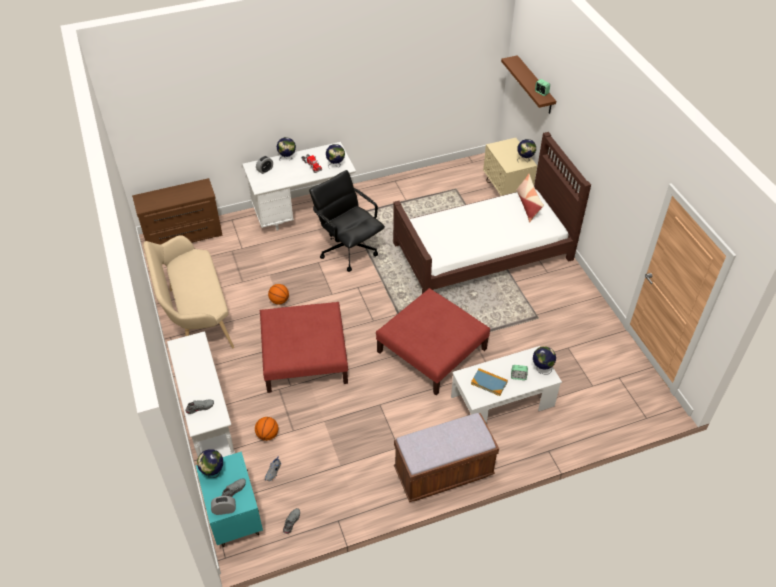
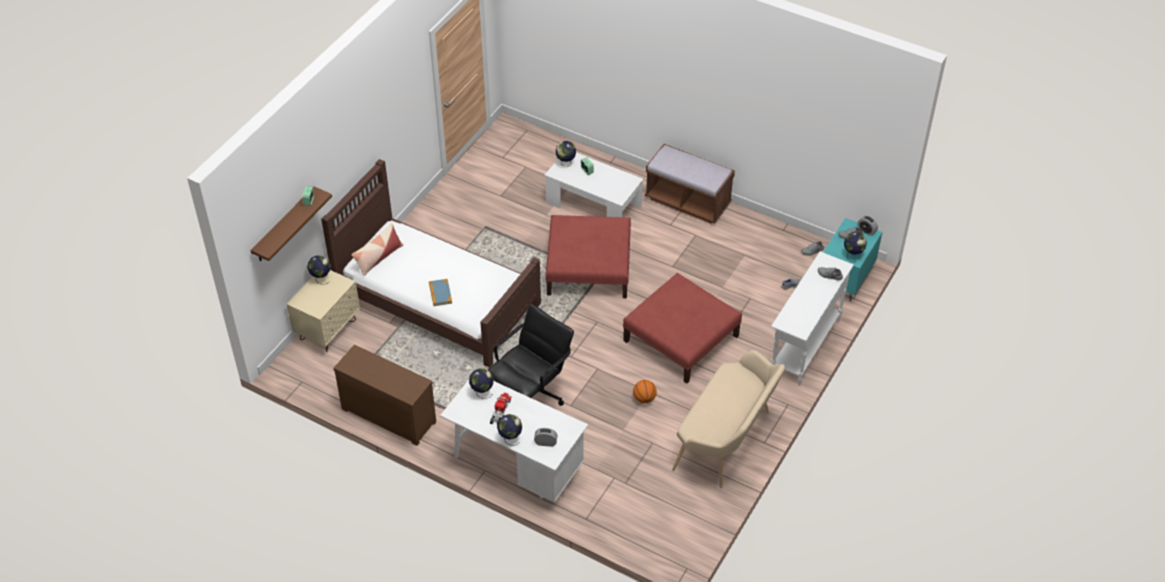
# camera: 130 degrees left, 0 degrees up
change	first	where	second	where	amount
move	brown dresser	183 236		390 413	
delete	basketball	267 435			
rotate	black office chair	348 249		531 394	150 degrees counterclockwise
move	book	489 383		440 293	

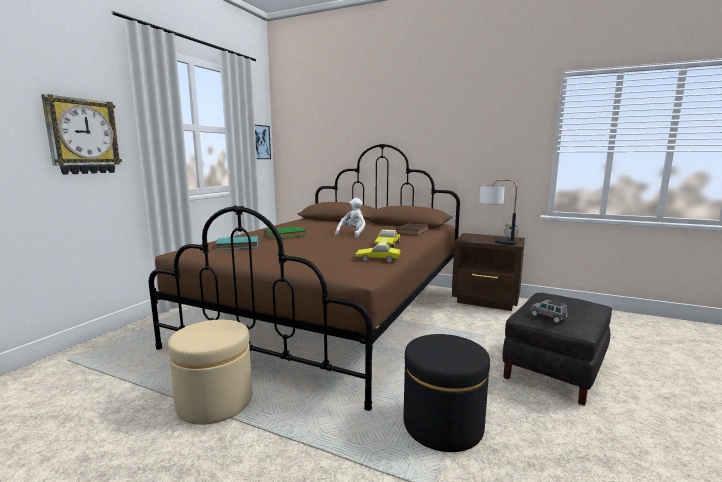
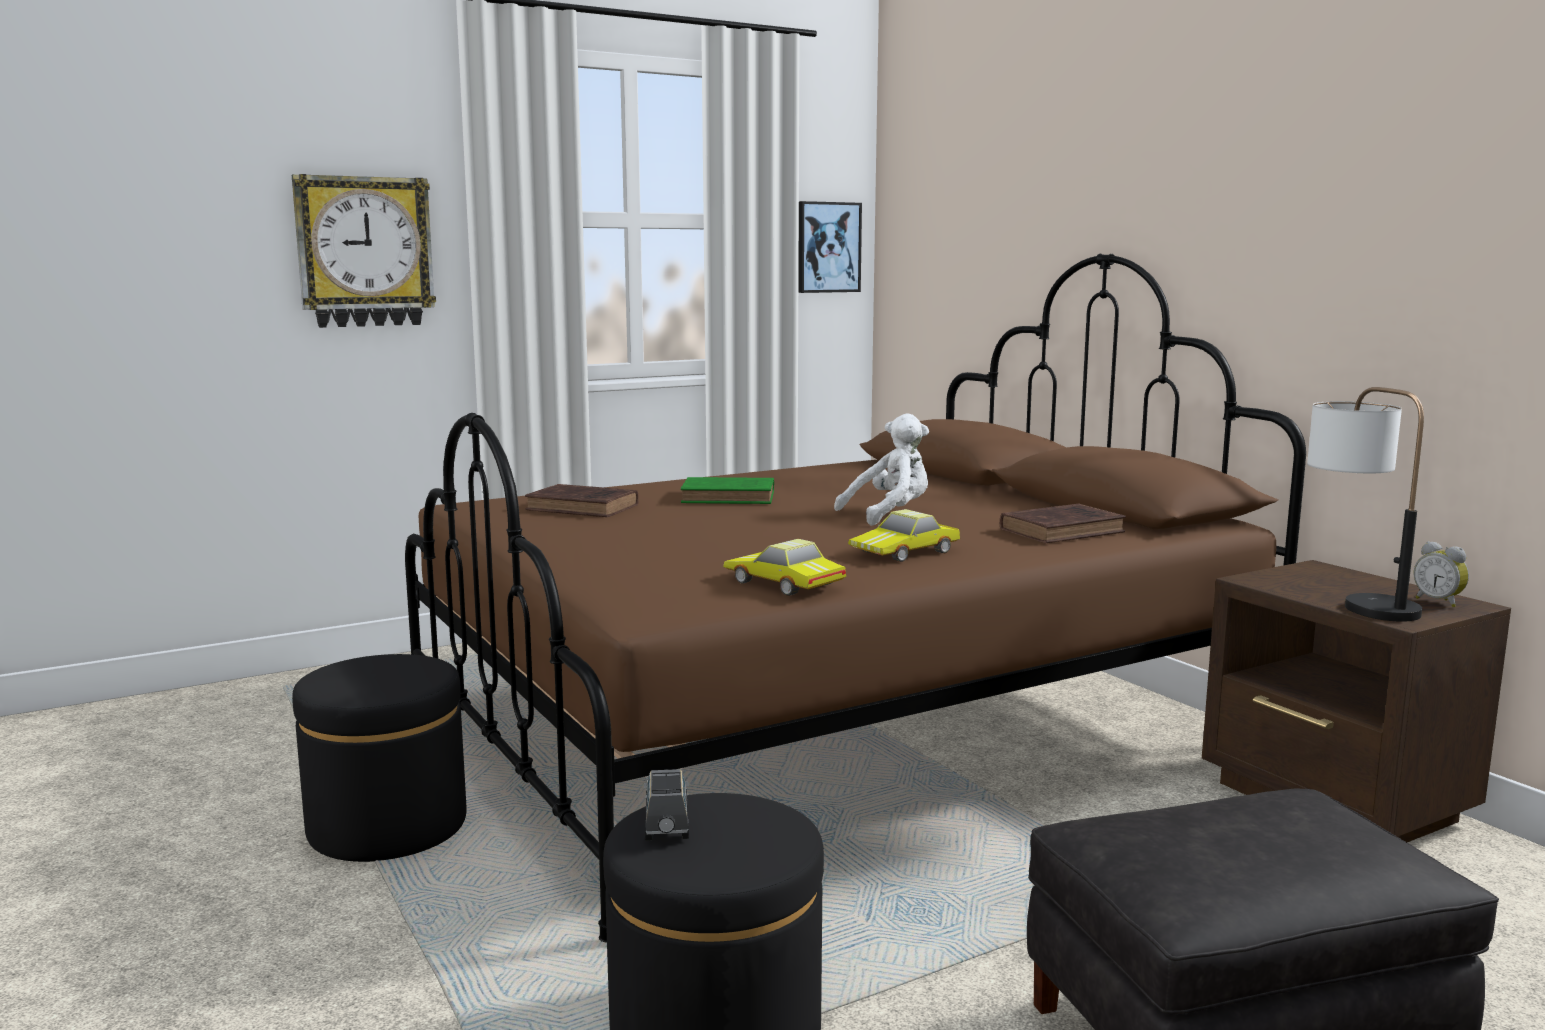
# camera: 35 degrees right, 0 degrees up
change	first	where	second	where	amount
recolor	beige ottoman	215 402	black ottoman	387 826	
recolor	turquoise book	239 246	brown book	585 508	
move	grey toy car	548 317		667 823	

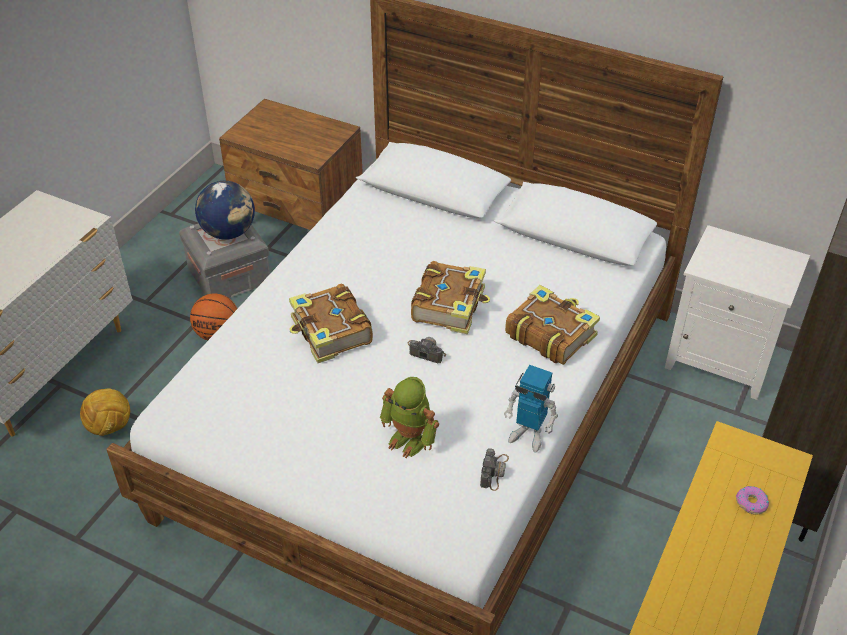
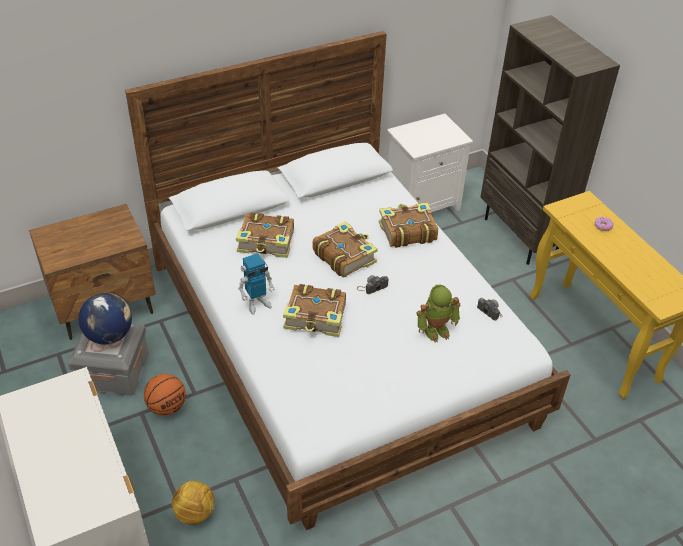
# camera: 55 degrees left, 0 degrees up
change	first	where	second	where	amount
move	toy robot	528 435		257 303	
insert			book	267 242	

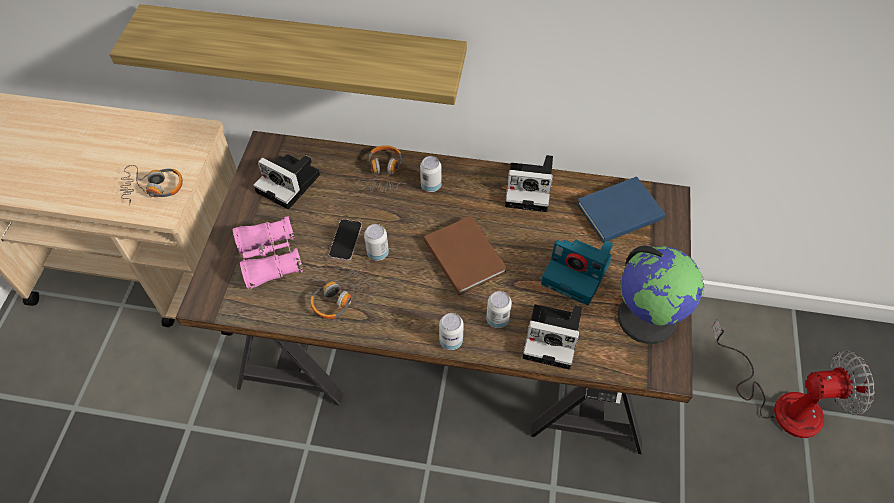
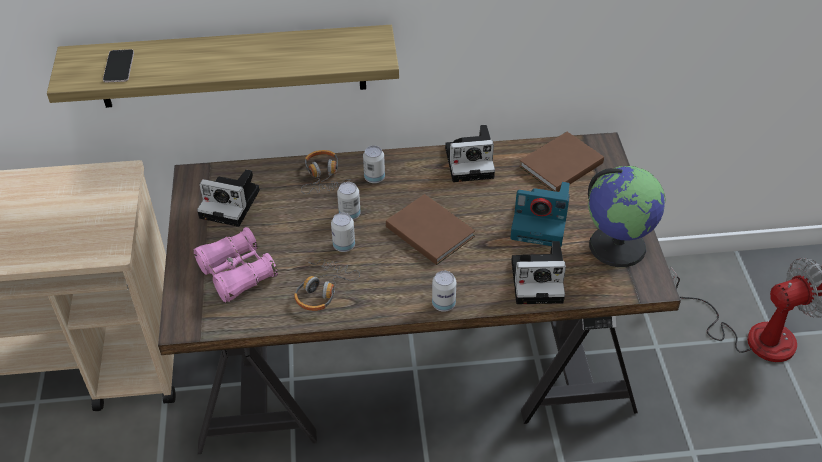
# camera: 15 degrees left, 10 degrees down
change	first	where	second	where	amount
delete	headphones	153 188			
move	phone	345 240		119 66	
move	can	497 319		349 214	
recolor	blue book	617 211	brown book	558 165	

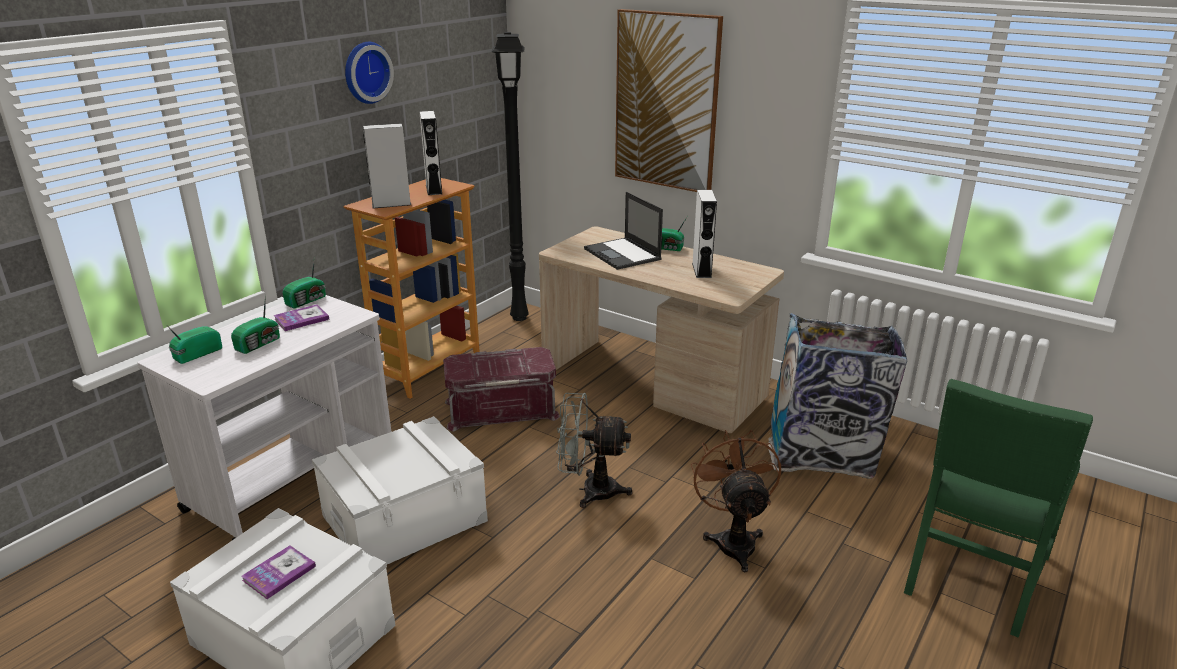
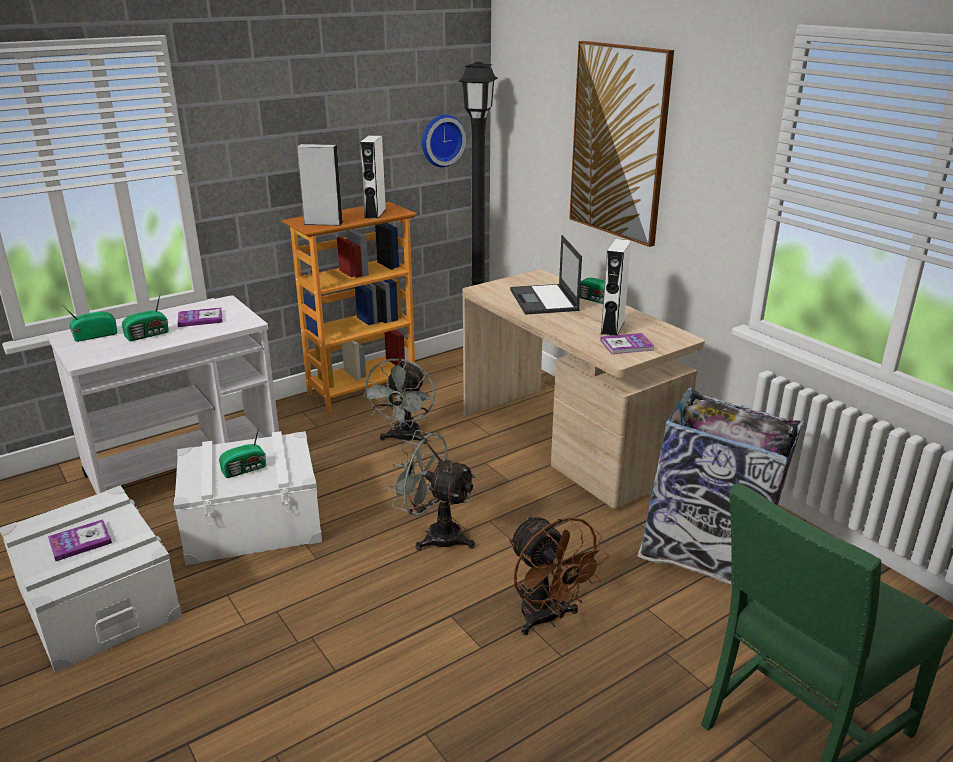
# camera: 20 degrees right, 0 degrees up
change	first	where	second	where	amount
move	radio	307 301		245 469	
move	wall clock	365 72		441 140	
replace	red storage box	501 408	grey fan	404 439	
rotate	brown fan	733 540		547 619	135 degrees clockwise
insert			book	627 345	

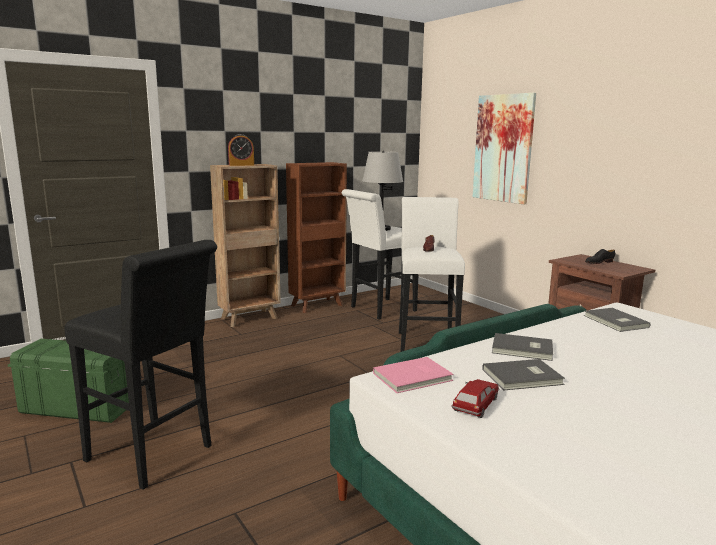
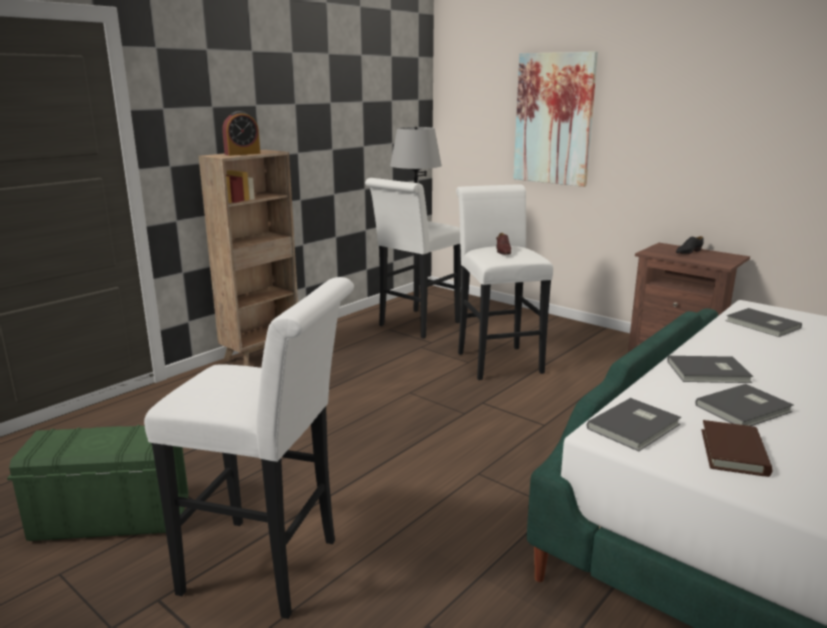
# camera: 15 degrees left, 5 degrees up
change	first	where	second	where	amount
recolor	black stool	155 456	white stool	271 568	
delete	brown bookcase	318 305			
recolor	pink book	414 377	grey book	636 427	
replace	toy car	476 404	brown book	734 452	

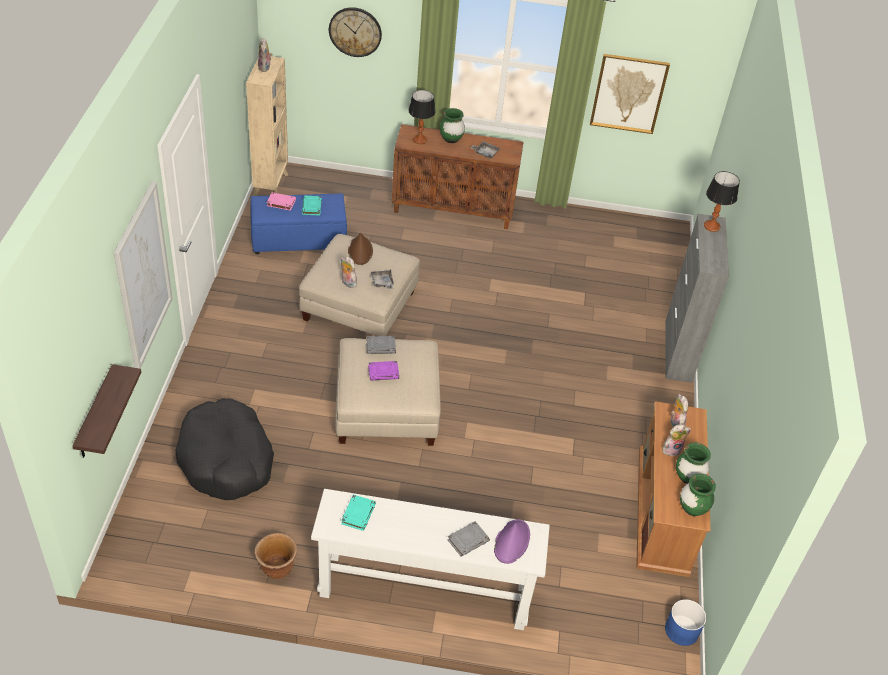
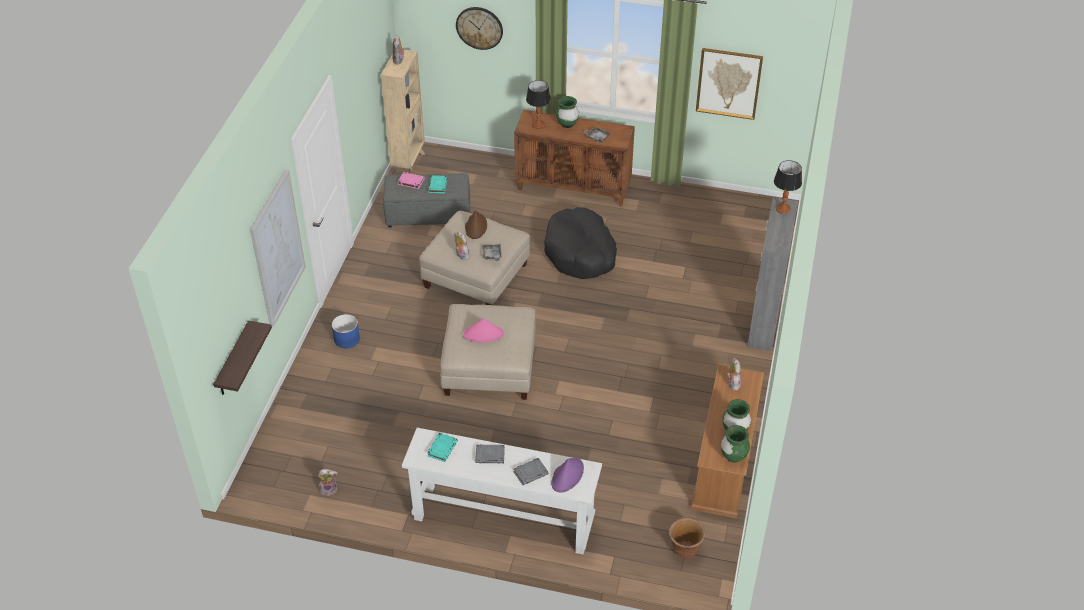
# camera: 10 degrees right, 0 degrees up
change	first	where	second	where	amount
move	black dog bed	226 459		580 253	
recolor	blue ottoman	298 240	grey ottoman	427 215	
move	brown planter	277 569		685 549	
move	grey book	381 347		490 455	
replace	purple book	384 372	pink hat	483 334	
move	plush toy	672 449		329 489	
move	blue planter	682 630		347 339	

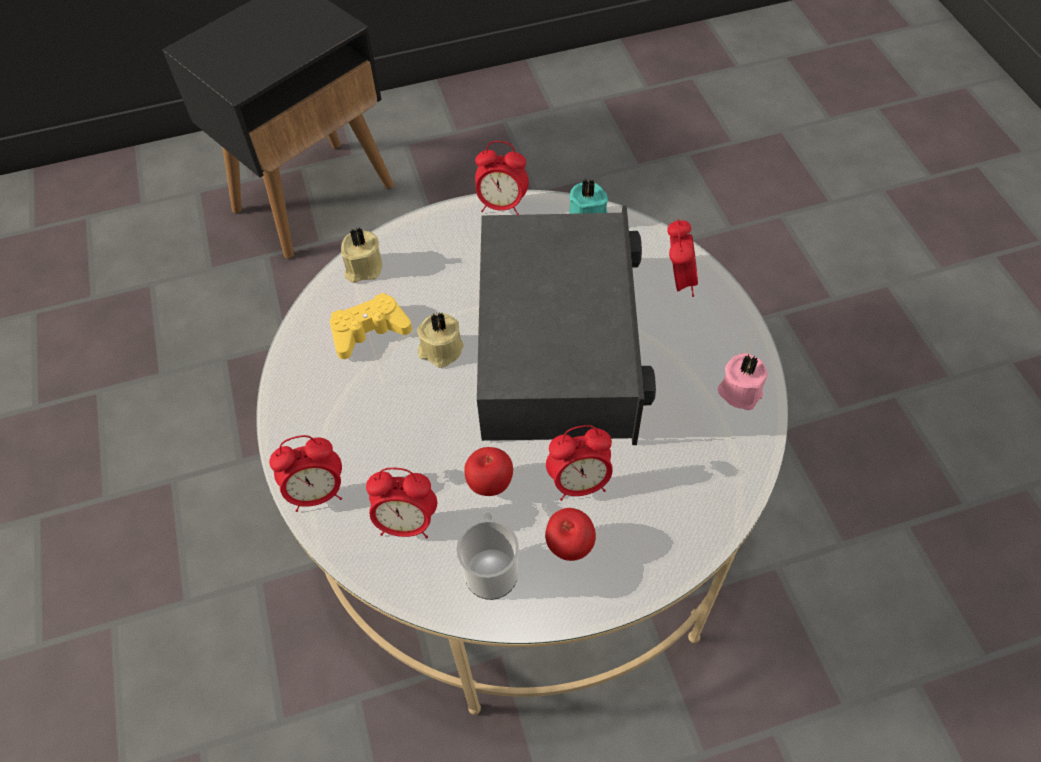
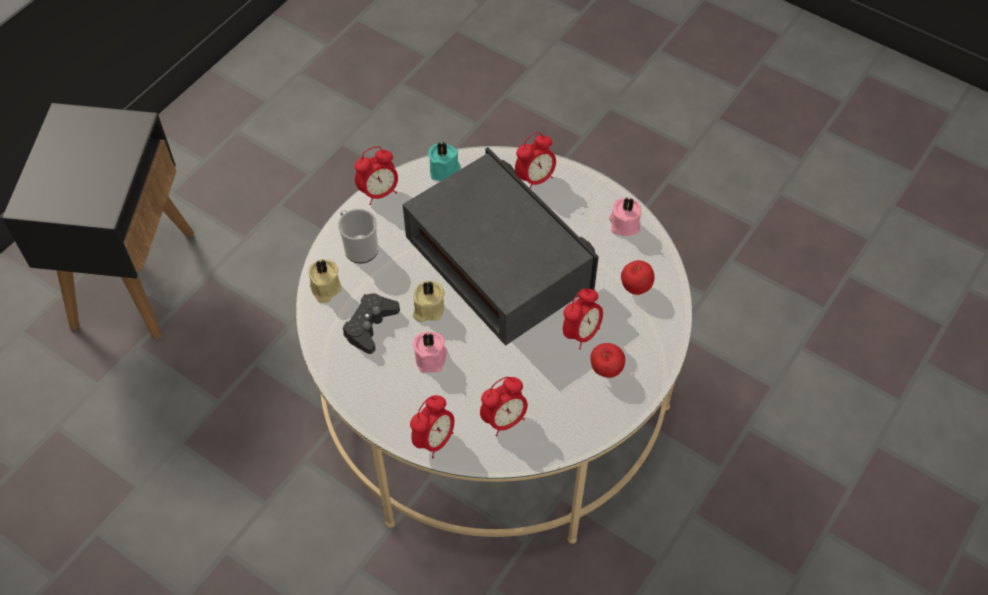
# camera: 40 degrees left, 0 degrees up
change	first	where	second	where	amount
recolor	yellow game controller	369 331	black game controller	370 326	
move	mug	491 568		358 247	
move	apple	490 483		635 287	
rotate	alarm clock	678 282		535 179	90 degrees clockwise
insert			pink candle	432 358	

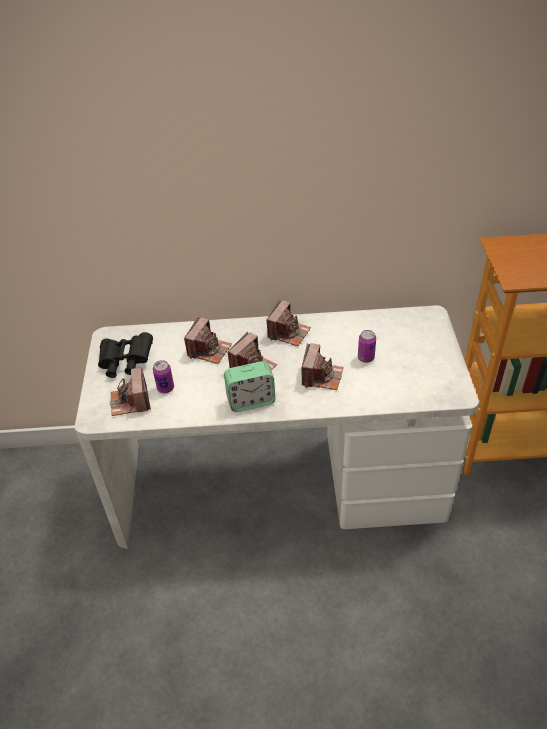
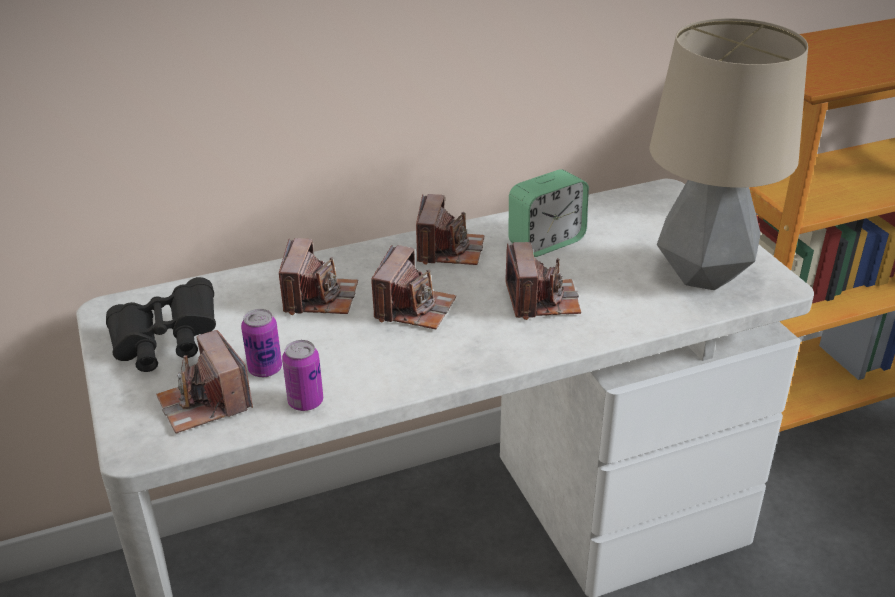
# camera: 20 degrees left, 10 degrees down
change	first	where	second	where	amount
move	alarm clock	251 401		546 242	
move	can	366 358		305 402	
insert			table lamp	703 274	

